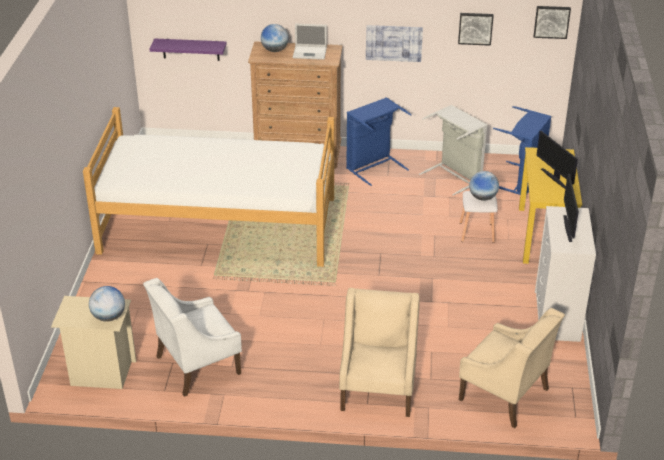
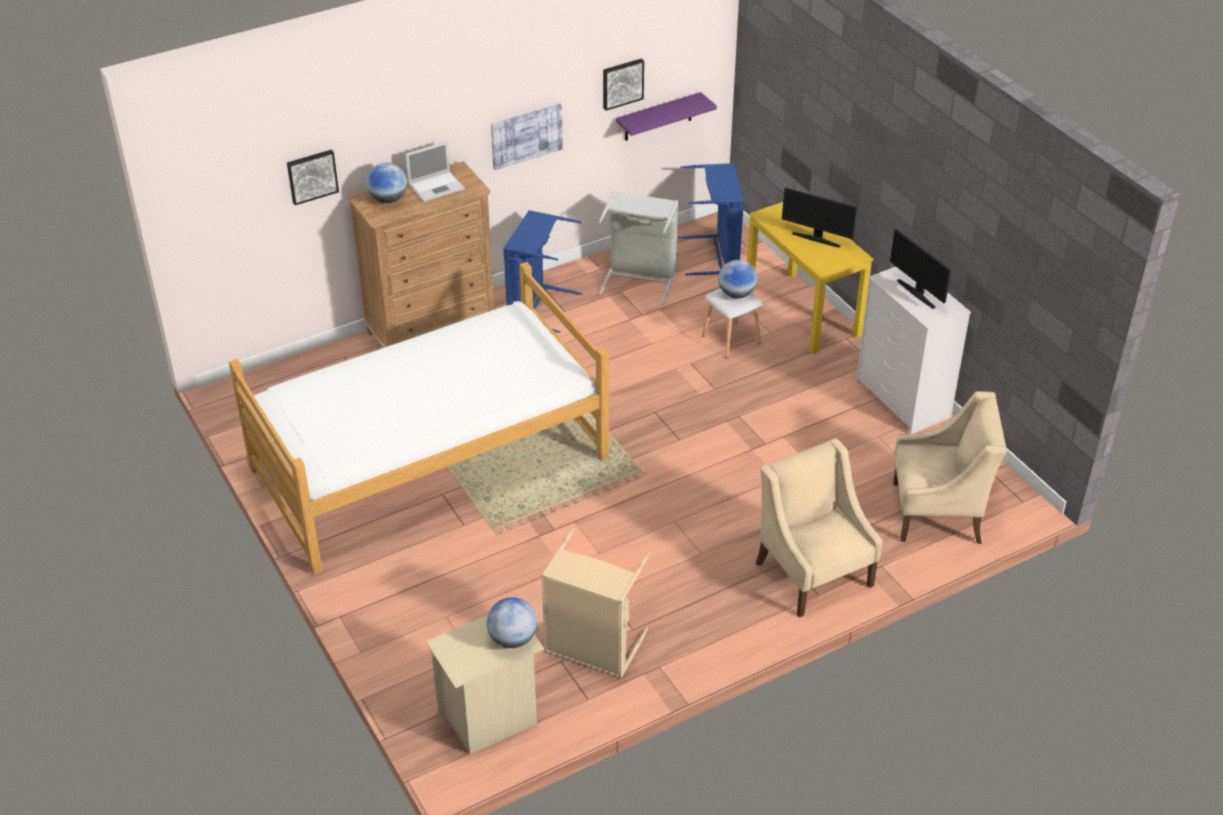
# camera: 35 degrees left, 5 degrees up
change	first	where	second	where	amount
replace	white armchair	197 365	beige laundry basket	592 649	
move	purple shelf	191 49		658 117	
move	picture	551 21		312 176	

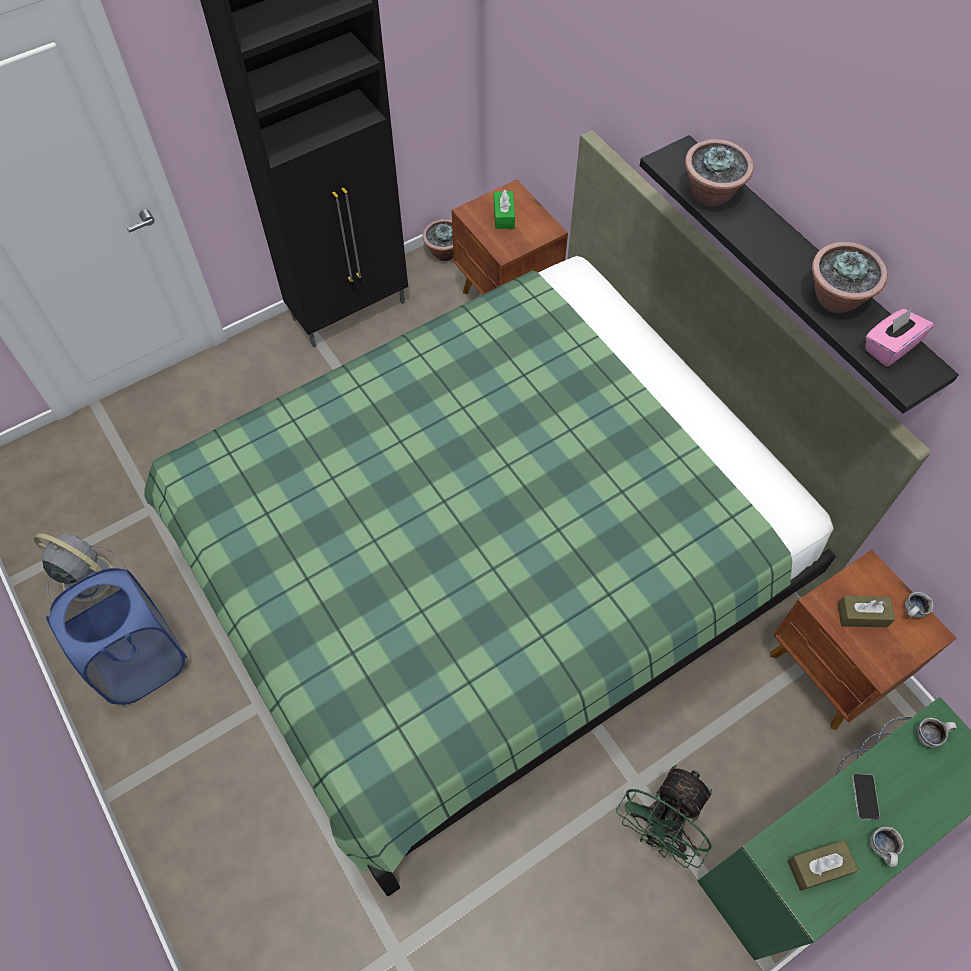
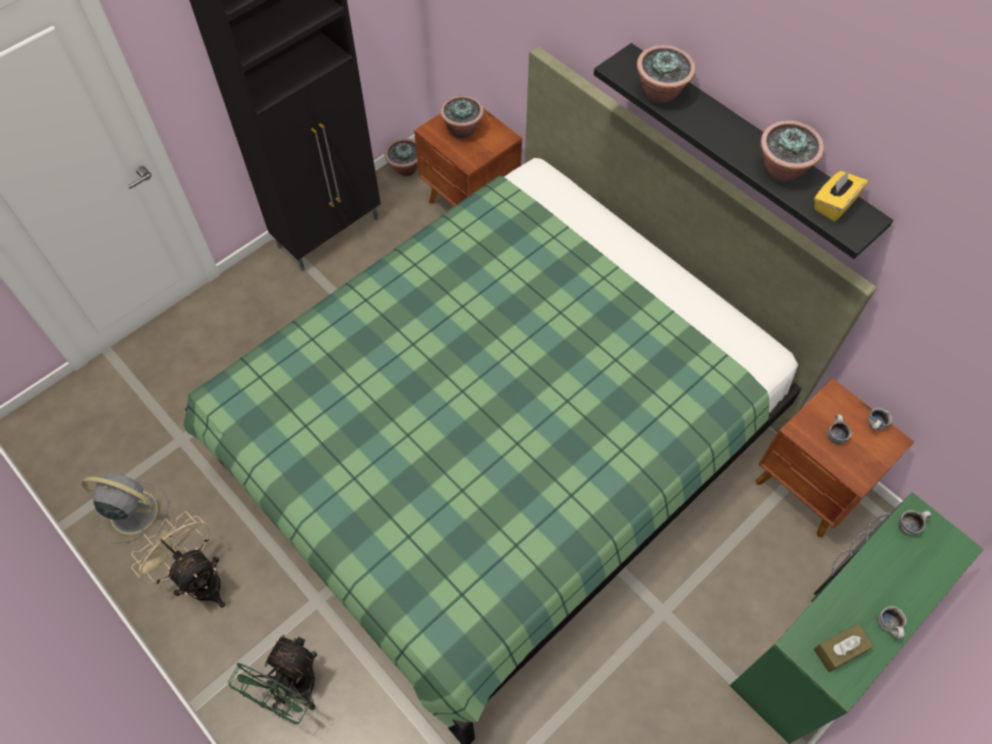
# camera: 10 degrees left, 0 degrees up
change	first	where	second	where	amount
replace	blue laundry basket	141 661	beige fan	199 579	
replace	green tissue box	504 216	potted plant	462 130	
move	green fan	659 827		293 691	
replace	brown tissue box	862 615	mug	834 434	
delete	phone	865 796			
recolor	pink tissue box	889 347	yellow tissue box	833 205	

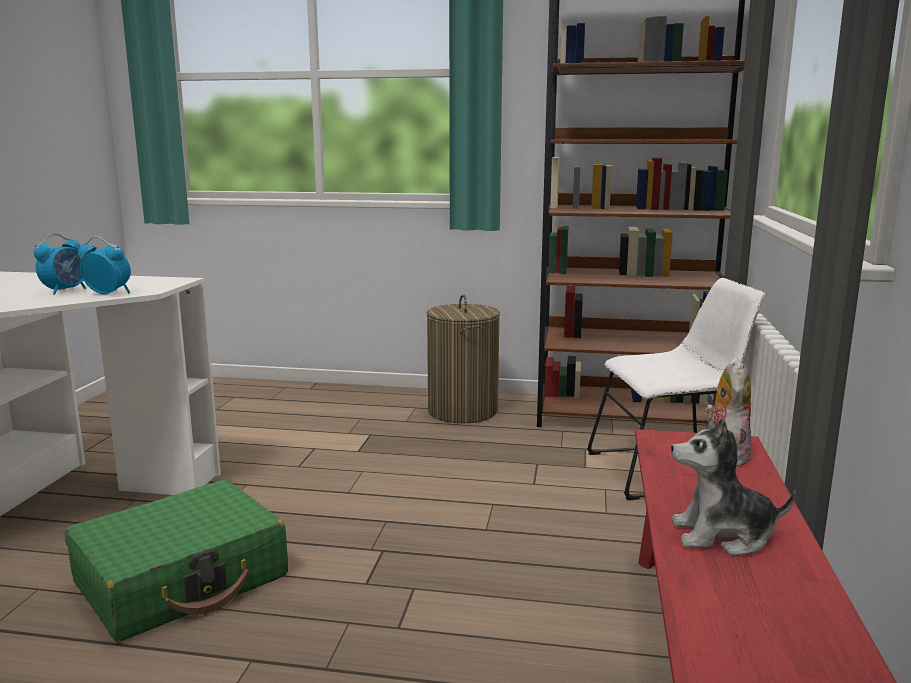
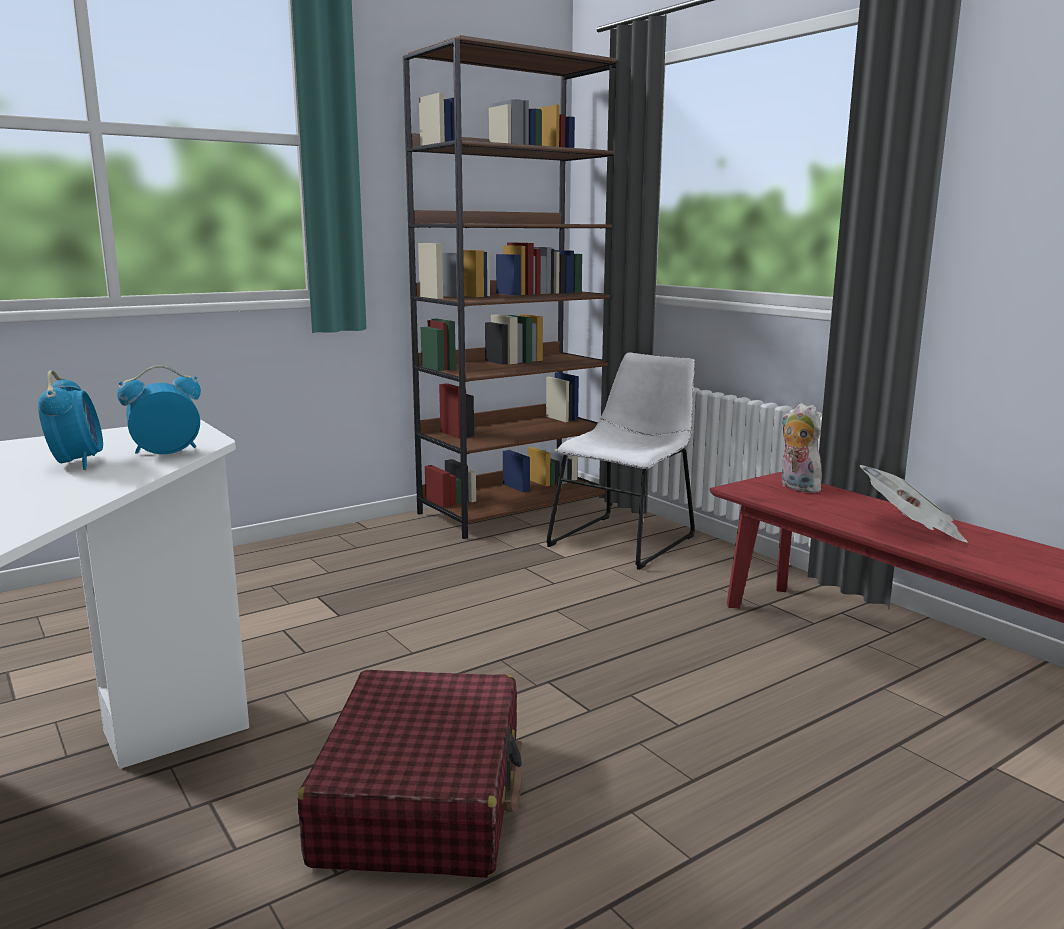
# camera: 45 degrees left, 0 degrees up
change	first	where	second	where	amount
recolor	green suitcase	182 579	red suitcase	423 797	
delete	laundry basket	462 411			
replace	plush toy	722 536	newspaper	911 530	

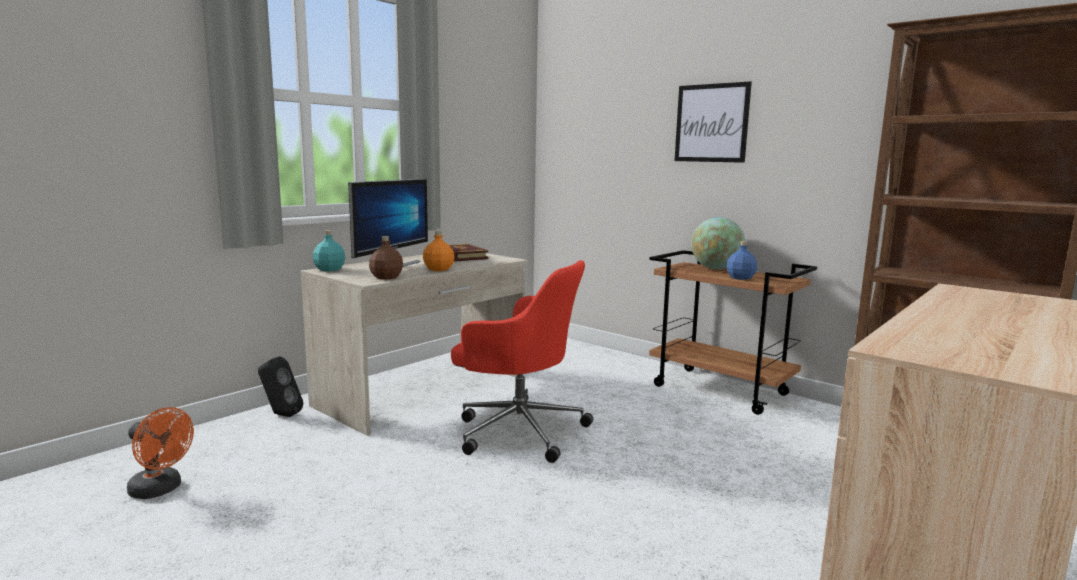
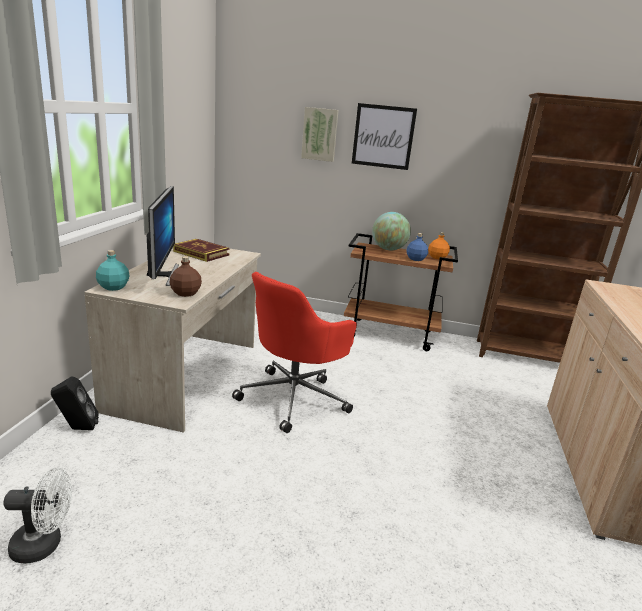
# camera: 30 degrees left, 10 degrees up
change	first	where	second	where	amount
recolor	orange fan	161 490	white fan	44 545	
move	orange bottle	438 269		437 257	
rotate	red office chair	518 429		294 398	135 degrees clockwise
insert			picture	320 134	

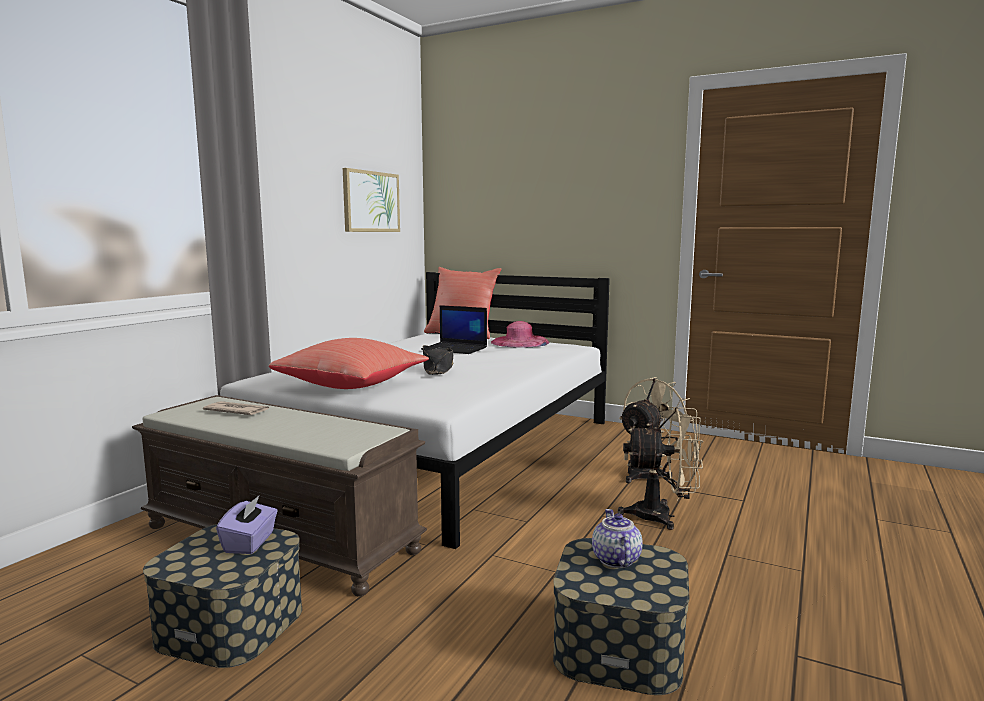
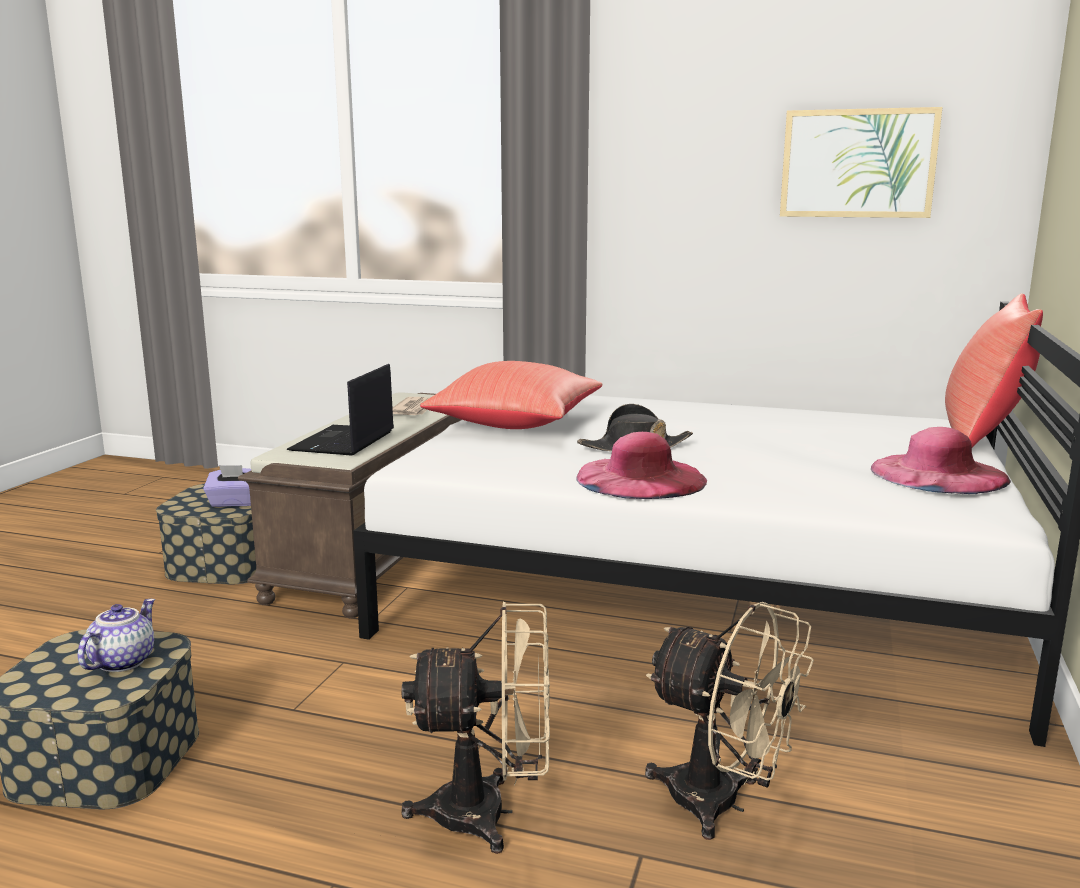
# camera: 80 degrees right, 5 degrees up
change	first	where	second	where	amount
move	laptop	455 349		343 441	
rotate	teapot	614 559		122 661	60 degrees counterclockwise
rotate	beige fan	662 516		490 813	90 degrees counterclockwise
insert			pink hat	641 478	

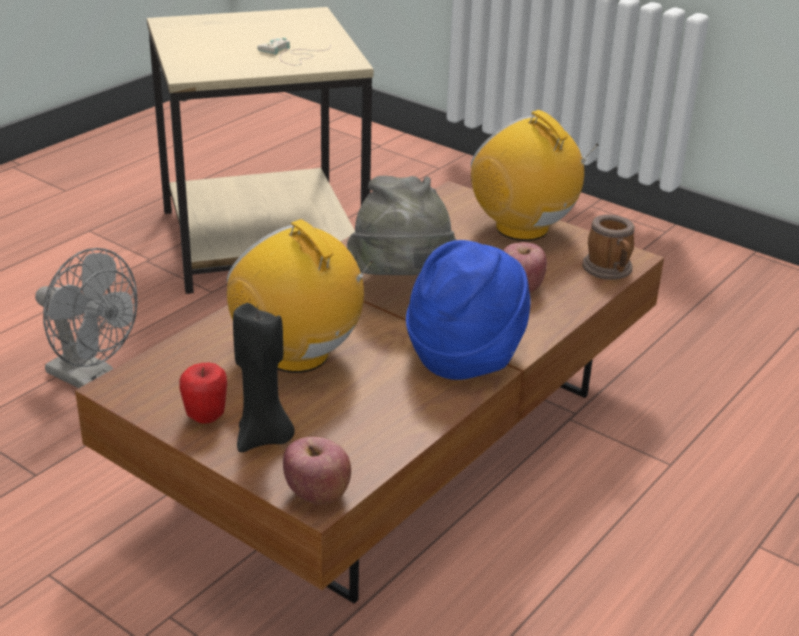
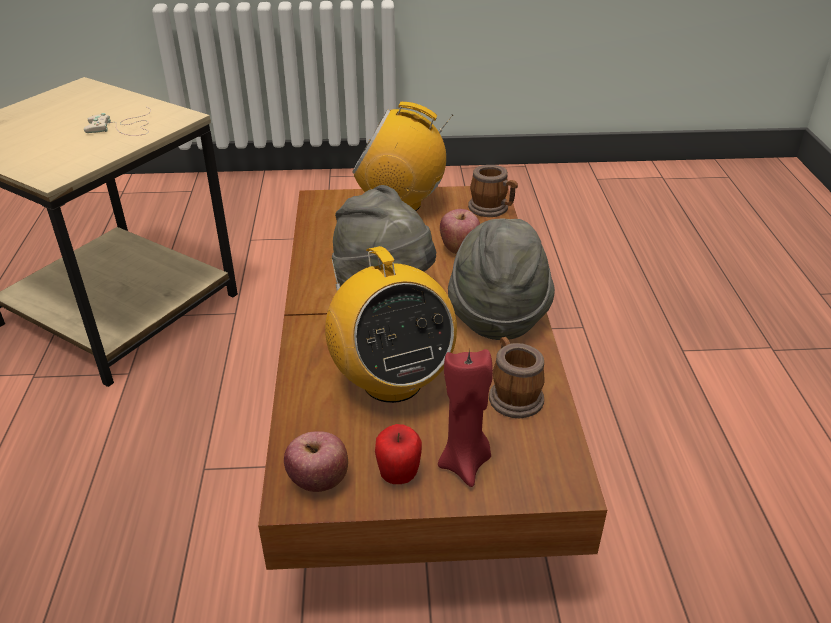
# camera: 40 degrees left, 5 degrees up
change	first	where	second	where	amount
delete	grey fan	93 379			
rotate	radio	298 355		391 381	120 degrees counterclockwise
recolor	black candle	264 438	red candle	465 463	
move	apple	317 494		319 481	
recolor	blue hat	466 354	grey hat	497 314	
insert			mug	513 395	

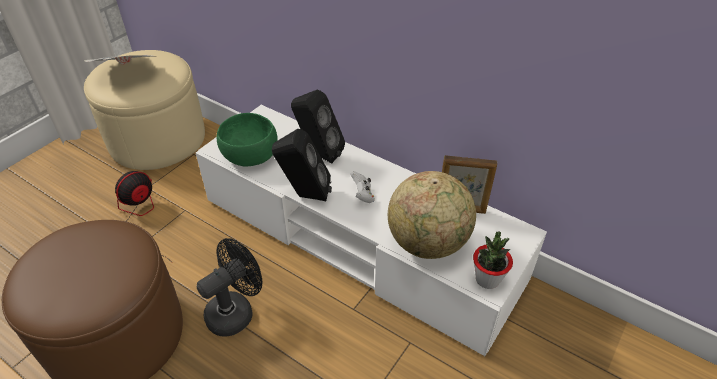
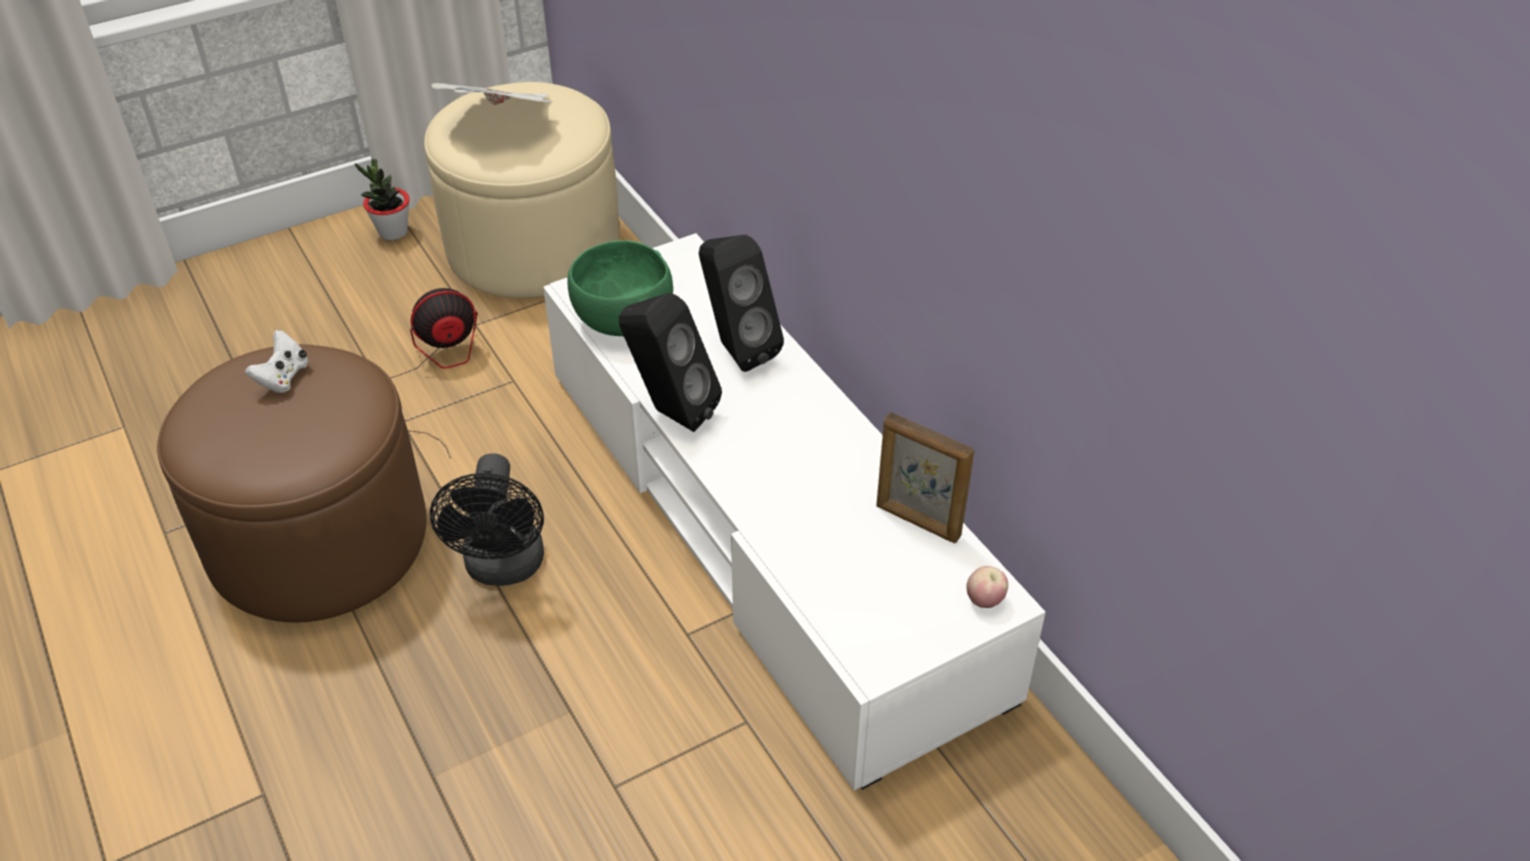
# camera: 25 degrees right, 0 degrees up
change	first	where	second	where	amount
rotate	black fan	236 311		504 568	105 degrees clockwise
move	white game controller	363 195		283 377	
delete	globe	428 243			
move	potted plant	487 279		393 232	
insert			apple	984 601	

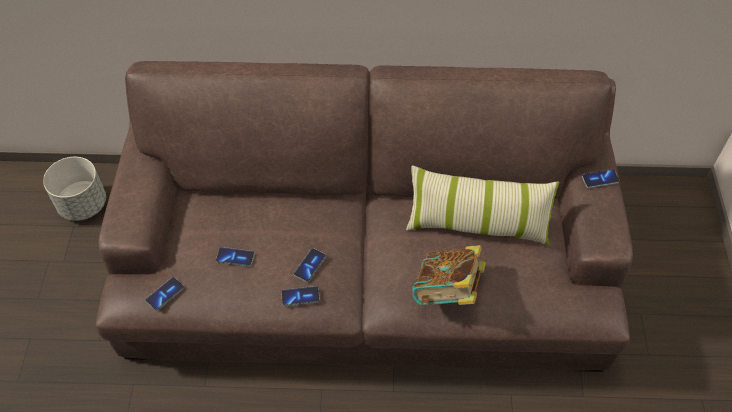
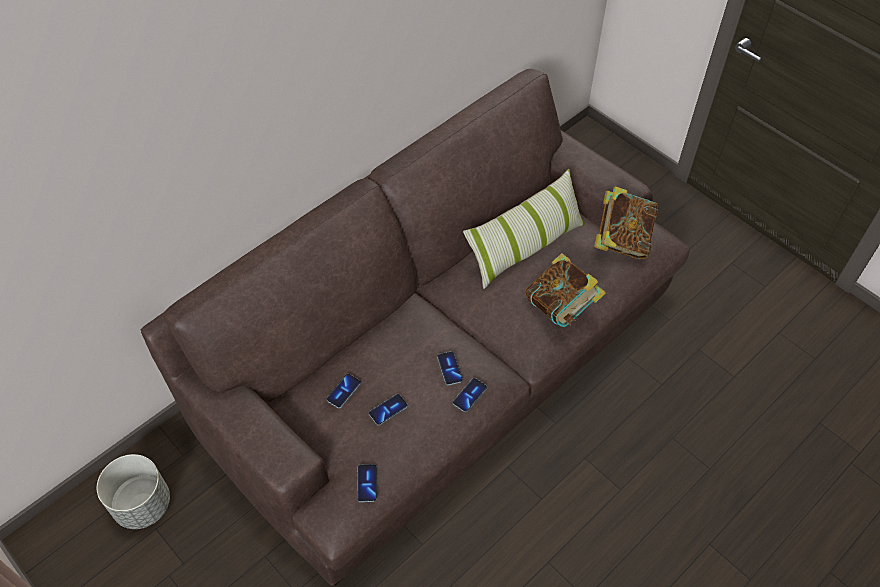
# camera: 45 degrees left, 0 degrees up
change	first	where	second	where	amount
move	phone	600 179		343 391	
insert			book	622 240	

